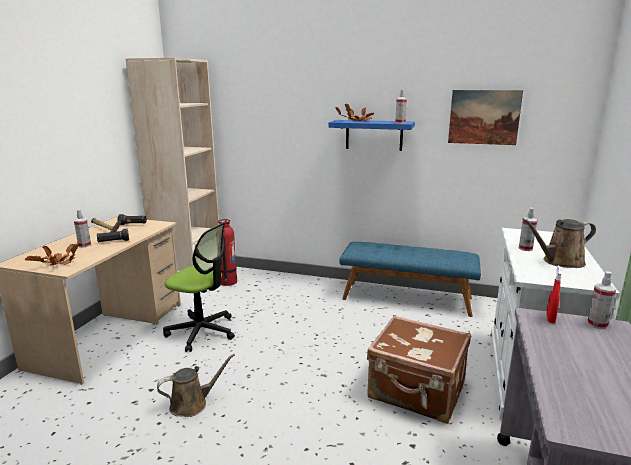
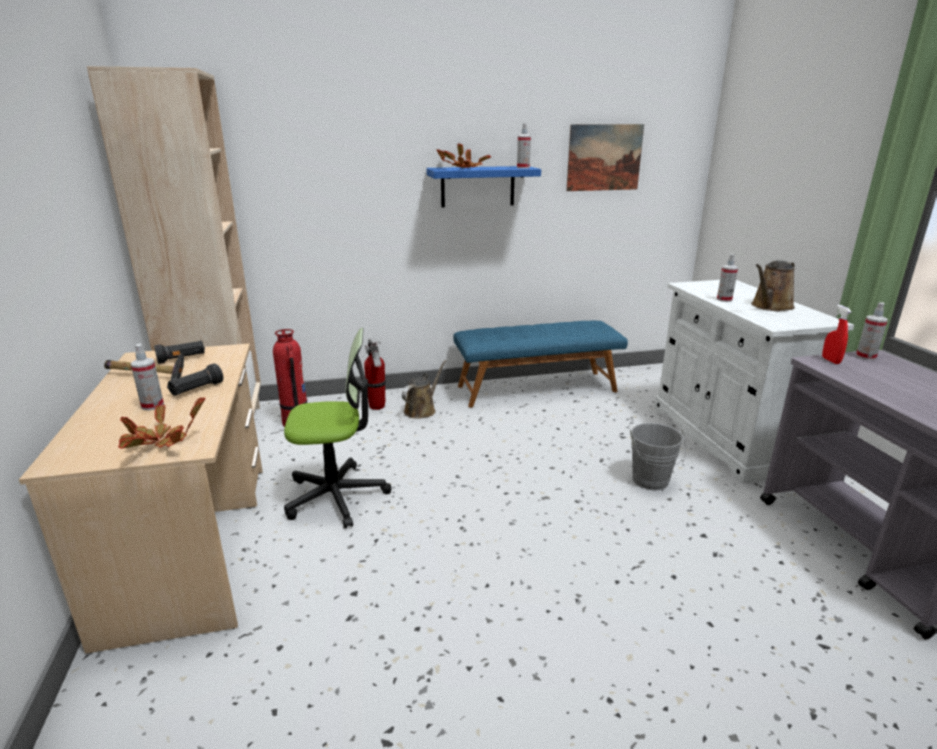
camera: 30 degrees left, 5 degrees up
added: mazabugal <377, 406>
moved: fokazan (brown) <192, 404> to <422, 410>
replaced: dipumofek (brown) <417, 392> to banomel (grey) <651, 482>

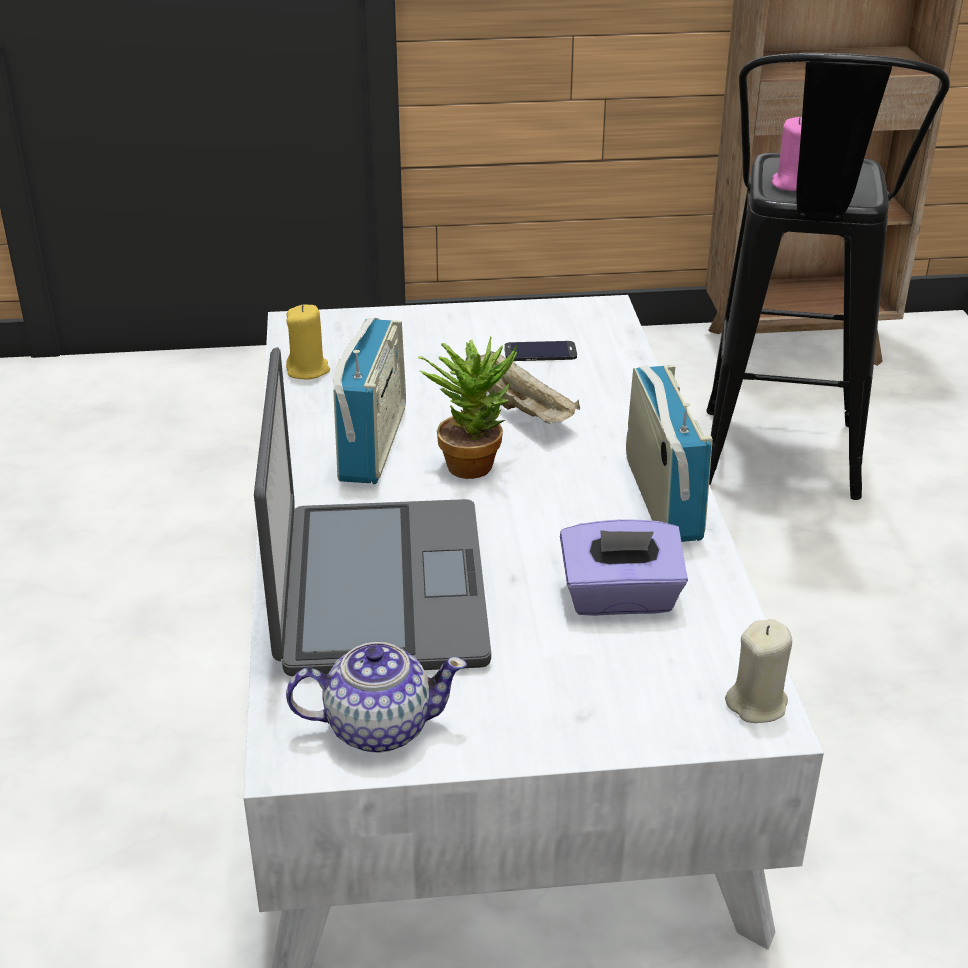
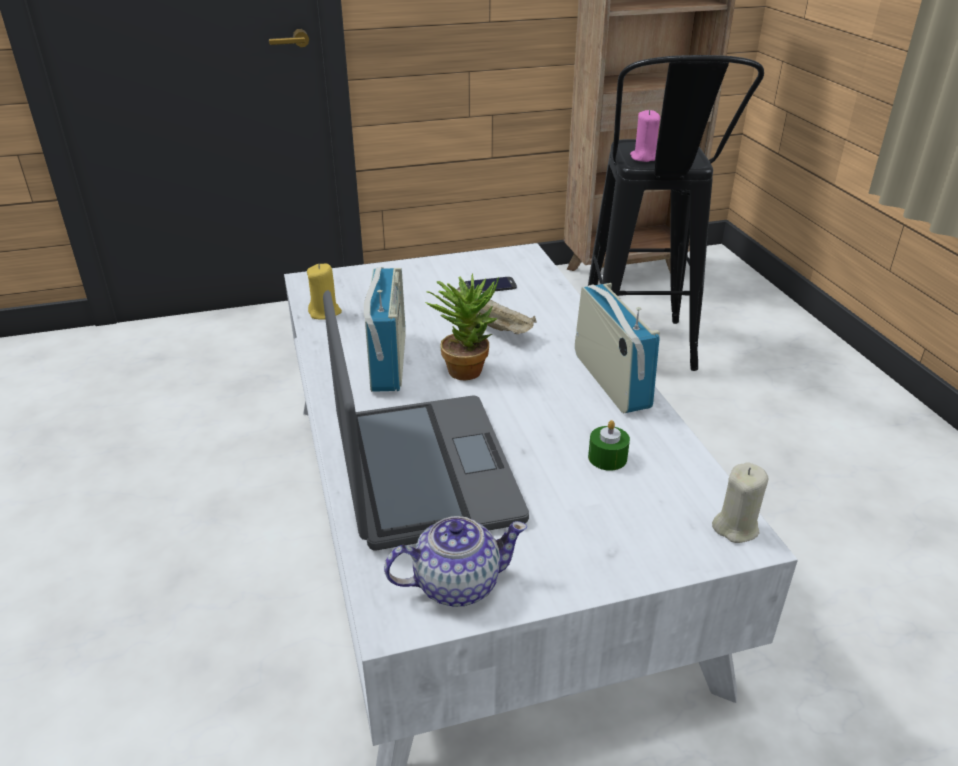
camera: 10 degrees left, 0 degrees up
replaced: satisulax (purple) <620, 598> to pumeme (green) <607, 458>

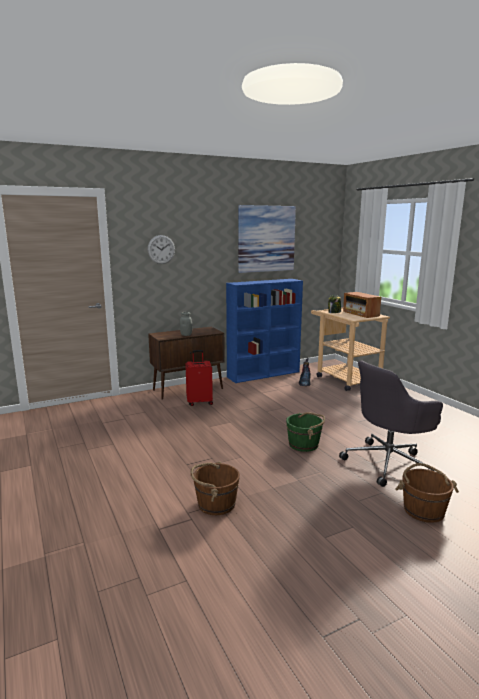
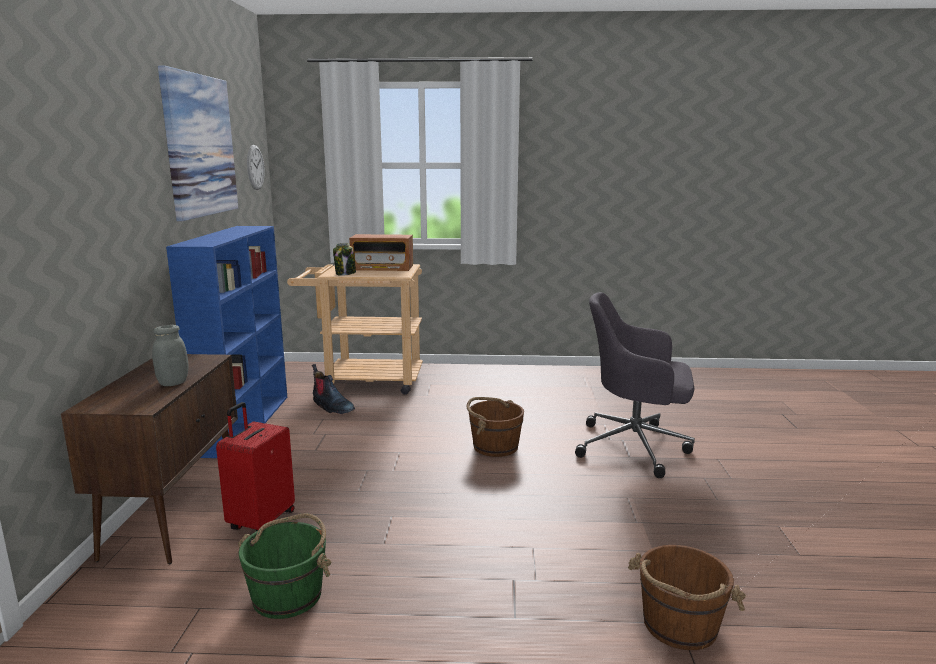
camera: 60 degrees left, 0 degrees up
moved: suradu <161, 249> to <255, 167>; banomel (green) <304, 444> to <288, 595>; banomel (brown) <423, 510> to <494, 446>
turned: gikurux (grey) <389, 463> = <635, 447> 105 degrees clockwise

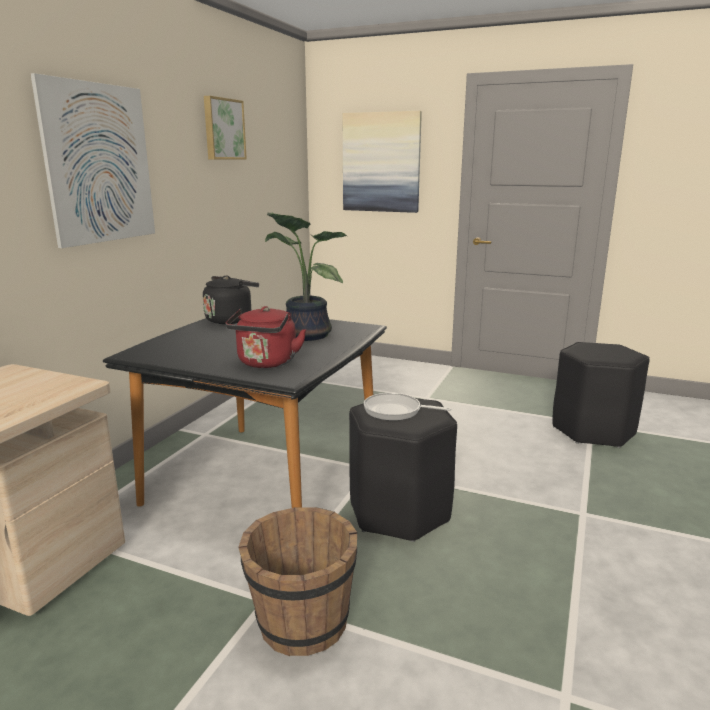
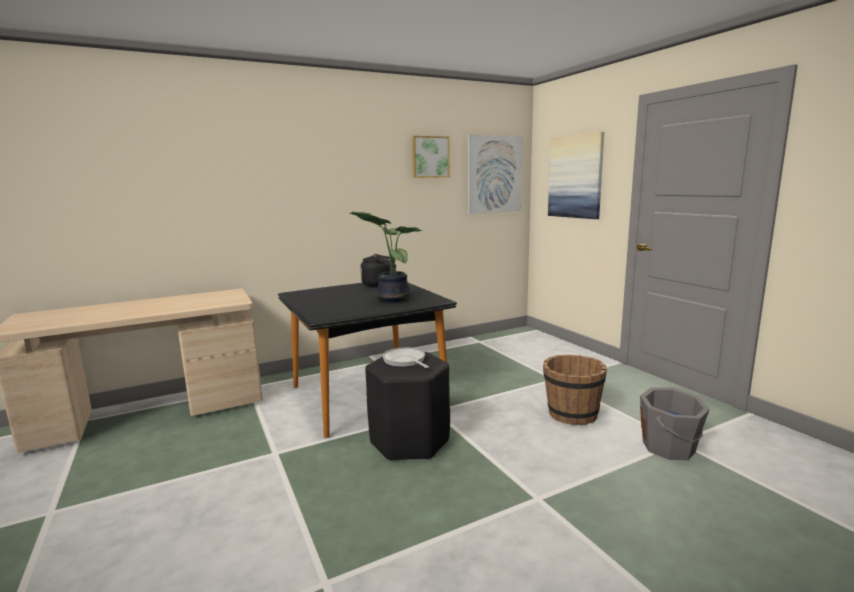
camera: 40 degrees right, 5 degrees down
removed: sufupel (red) <266, 363>
moved: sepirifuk <99, 164> to <494, 174>; banomel (brown) <301, 623> to <571, 414>
replaced: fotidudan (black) <593, 430> to banomel (grey) <670, 447>

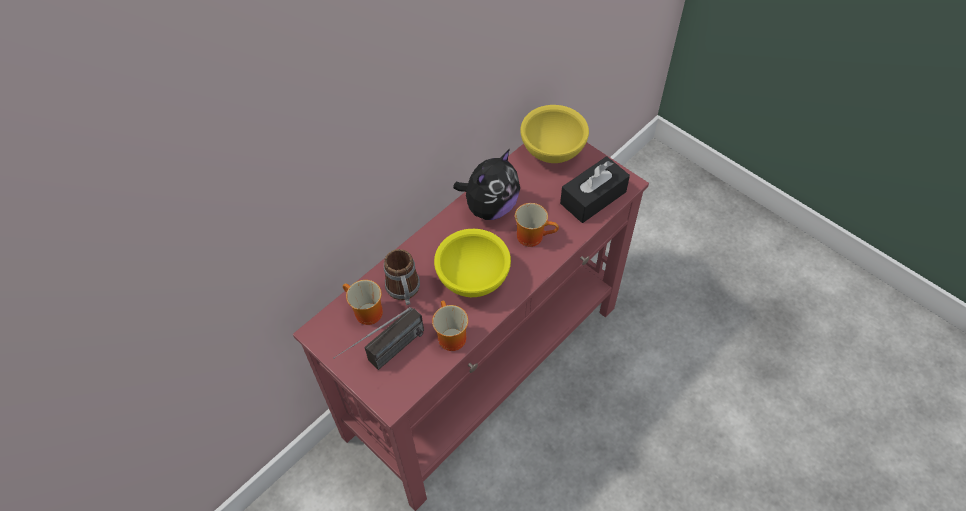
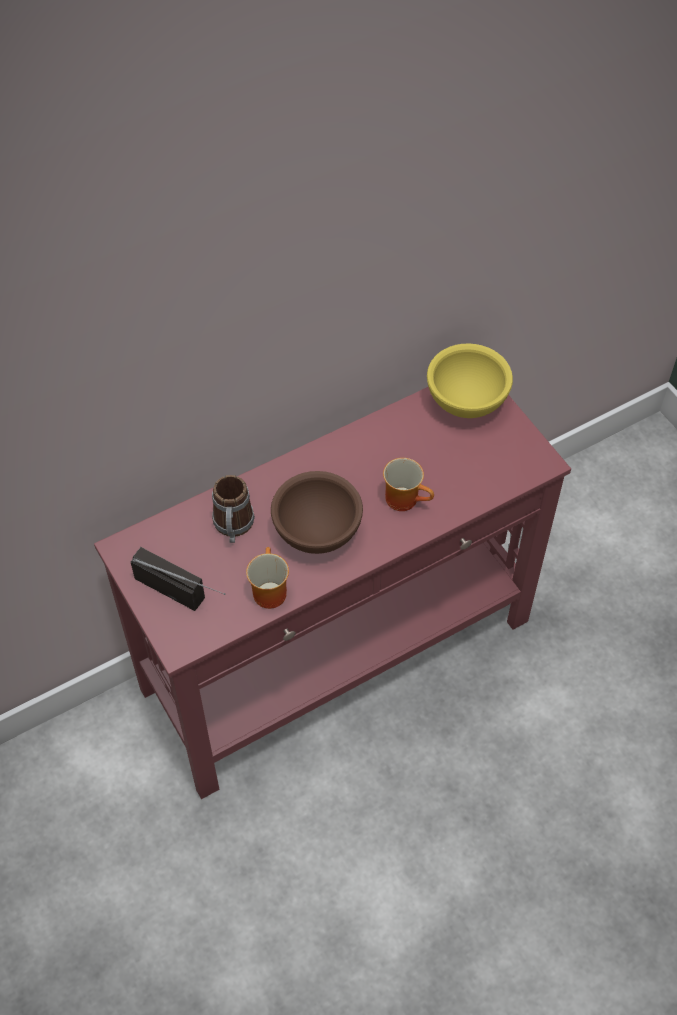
camera: 15 degrees right, 0 degrees up
removed: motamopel <364, 313>; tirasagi <490, 207>; satisulax (black) <593, 197>
recoloured: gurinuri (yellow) <473, 278> to gurinuri (brown) <318, 531>
turned: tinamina <385, 357> = <187, 595> 120 degrees counterclockwise

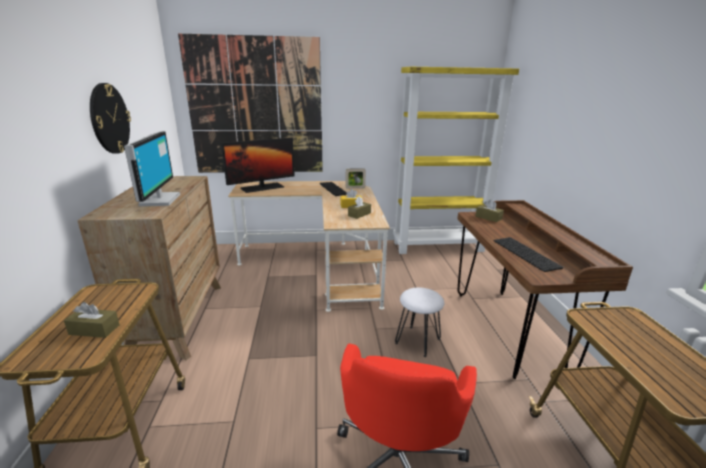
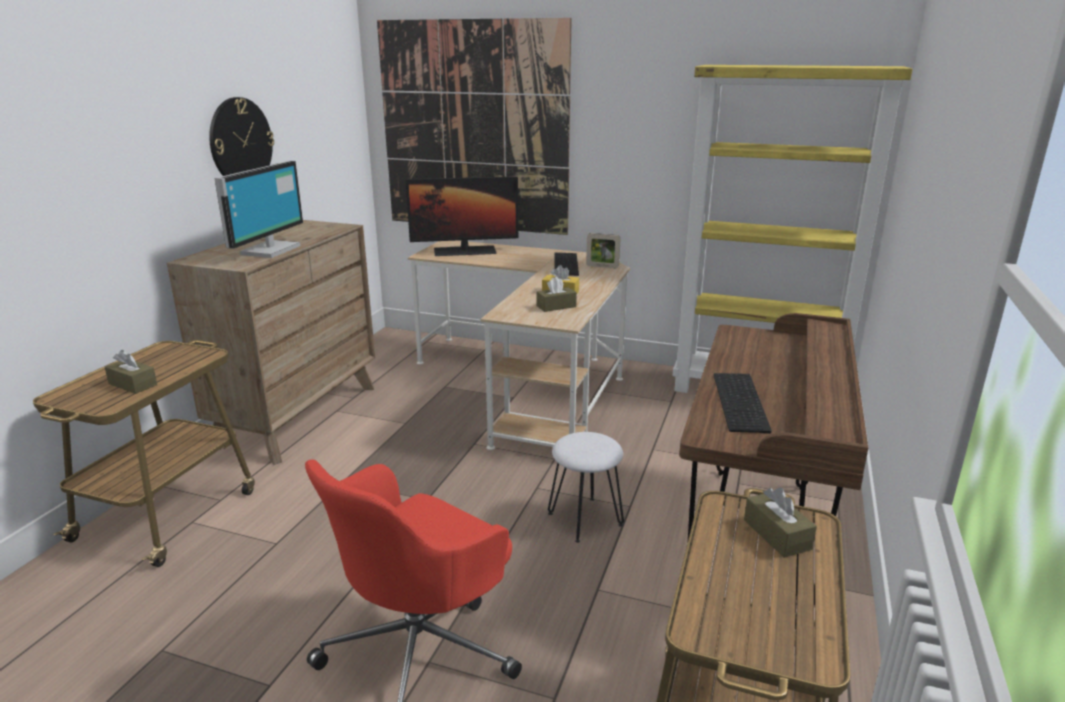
camera: 25 degrees right, 0 degrees up
moved: satisulax (brown) <488, 218> to <777, 534>

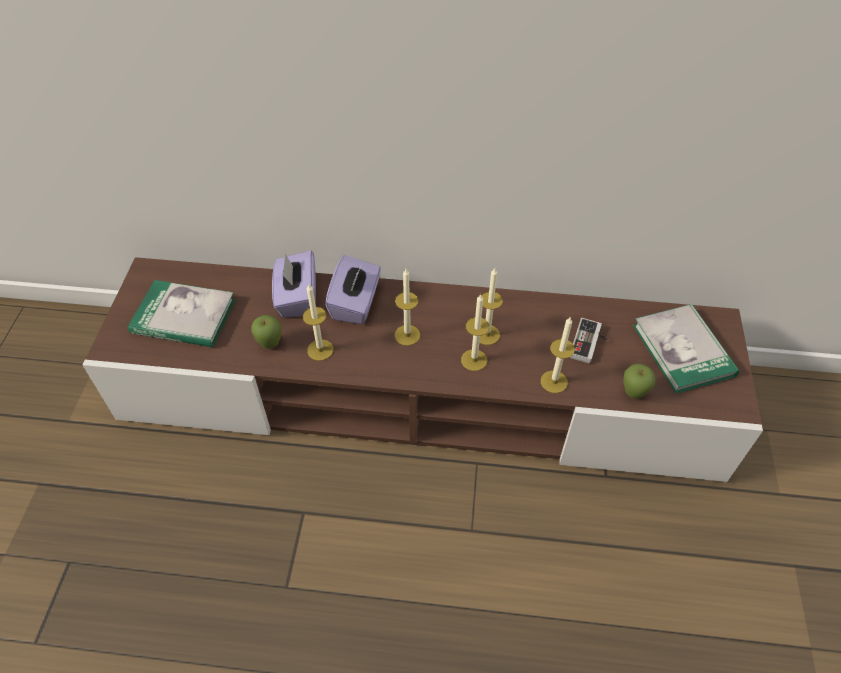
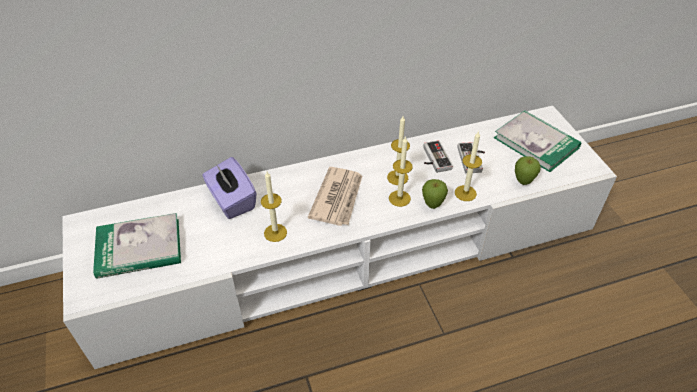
camera: 25 degrees left, 5 degrees down
removed: satisulax (purple) <356, 304>
added: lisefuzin <433, 159>
moved: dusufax <270, 345> to <432, 205>
replaced: pumeme <407, 335> to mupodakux <338, 198>
recoloured: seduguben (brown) <422, 395> to seduguben (white) <349, 251>

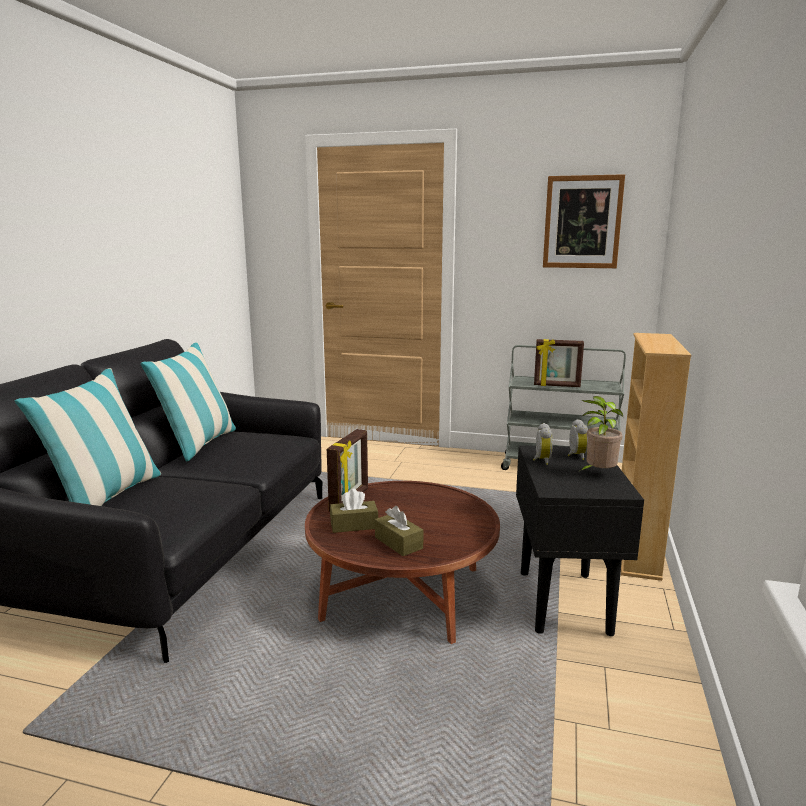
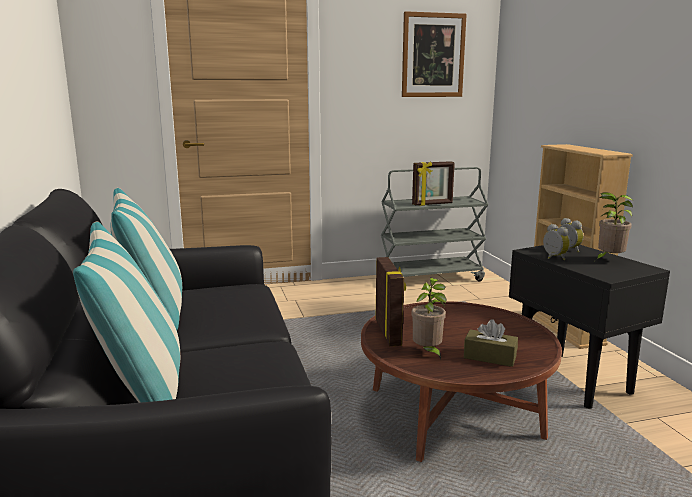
camera: 30 degrees left, 0 degrees up
replaced: satisulax (brown) <354, 525> to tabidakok <428, 353>

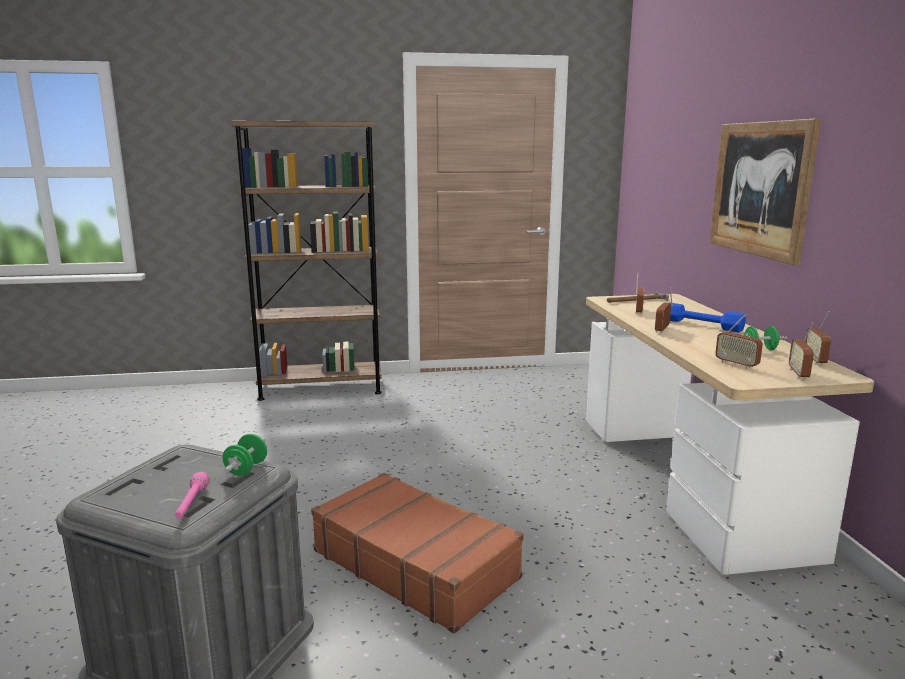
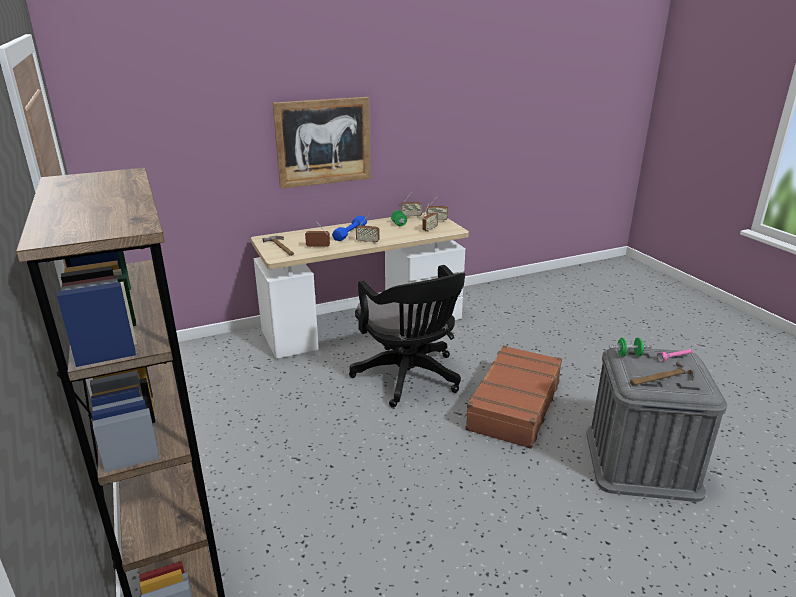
camera: 105 degrees left, 10 degrees up
added: gikurux (black) <409, 378>; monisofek <661, 378>

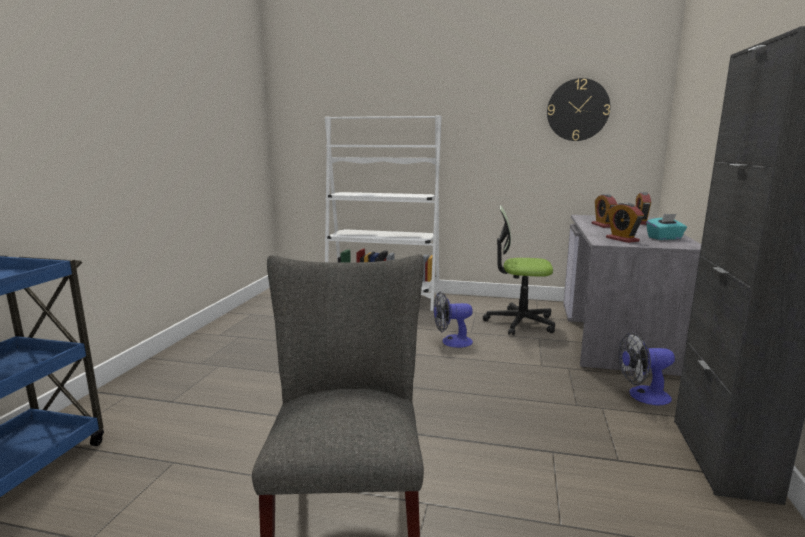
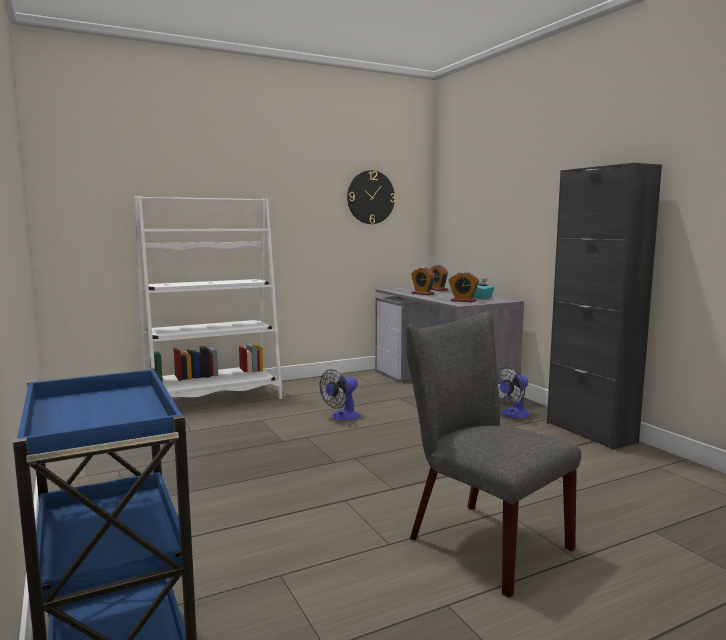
camera: 40 degrees left, 5 degrees down
removed: gikurux <520, 322>

